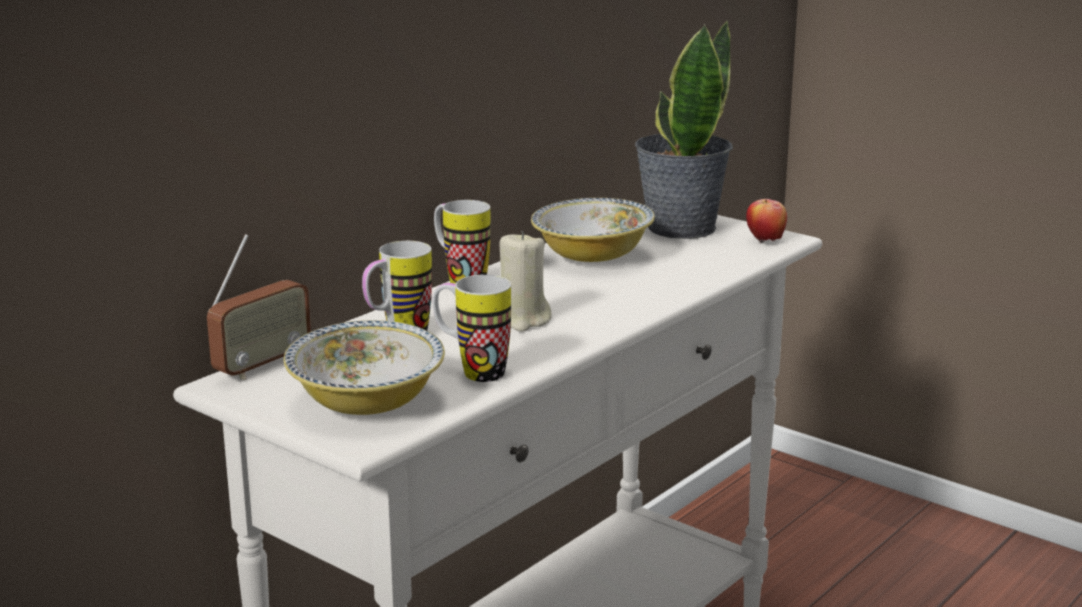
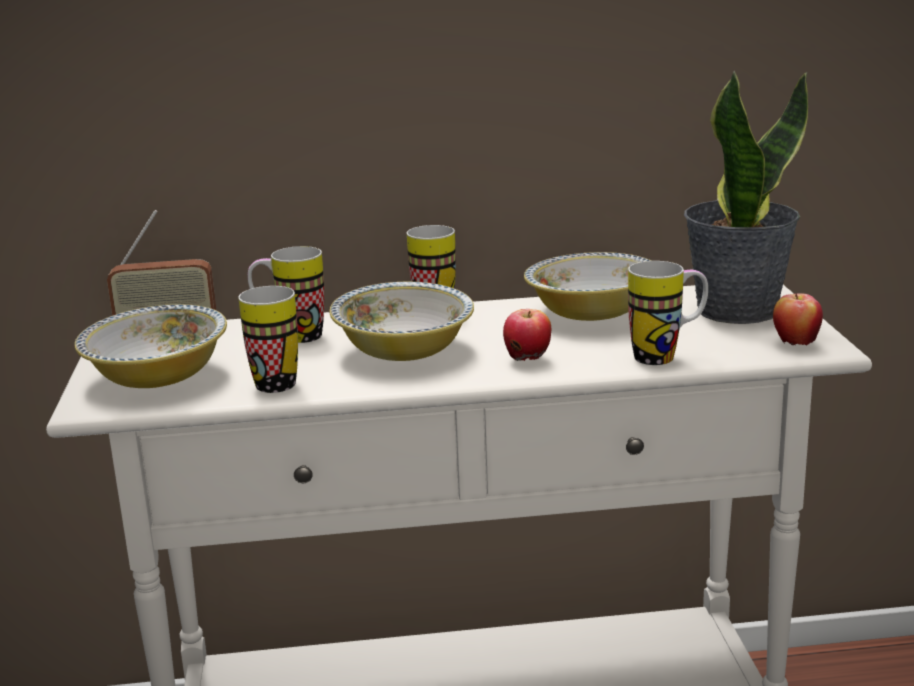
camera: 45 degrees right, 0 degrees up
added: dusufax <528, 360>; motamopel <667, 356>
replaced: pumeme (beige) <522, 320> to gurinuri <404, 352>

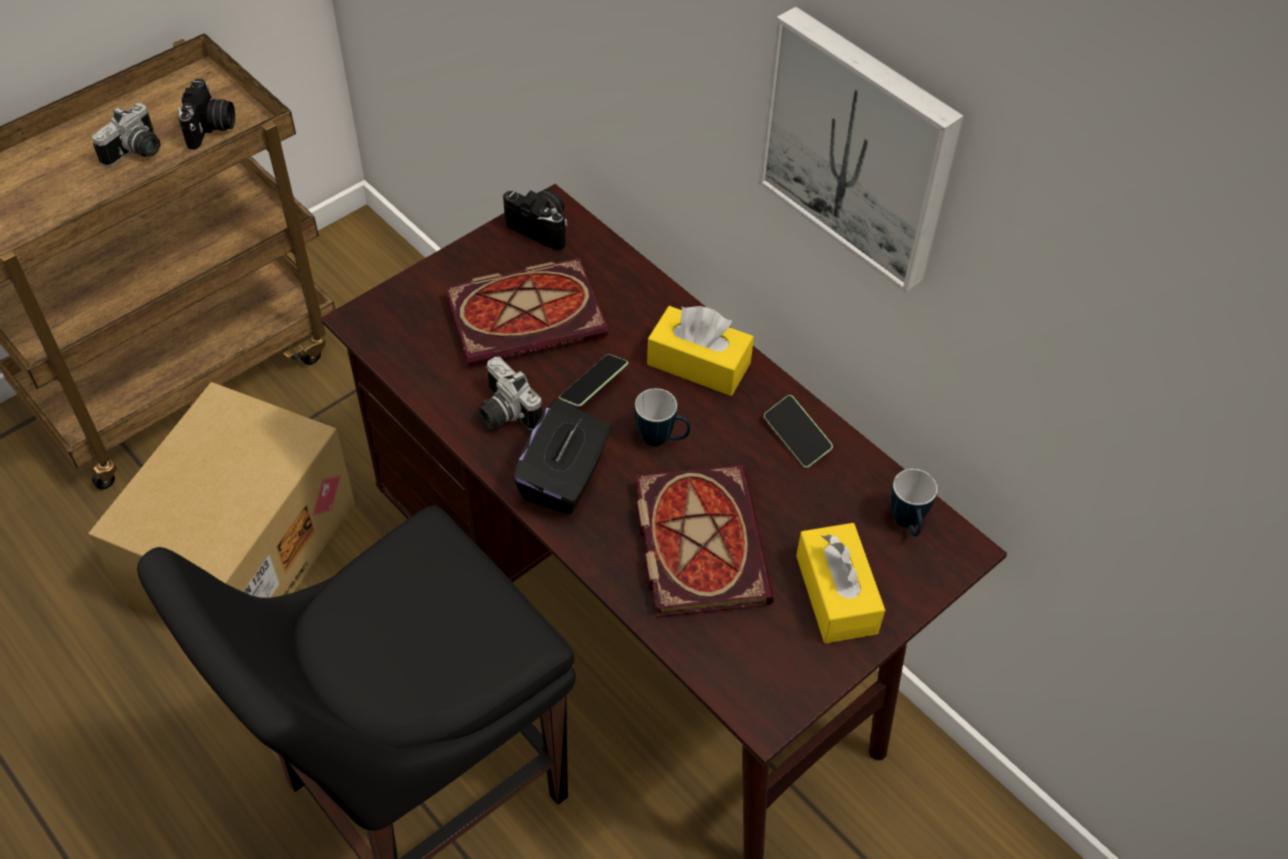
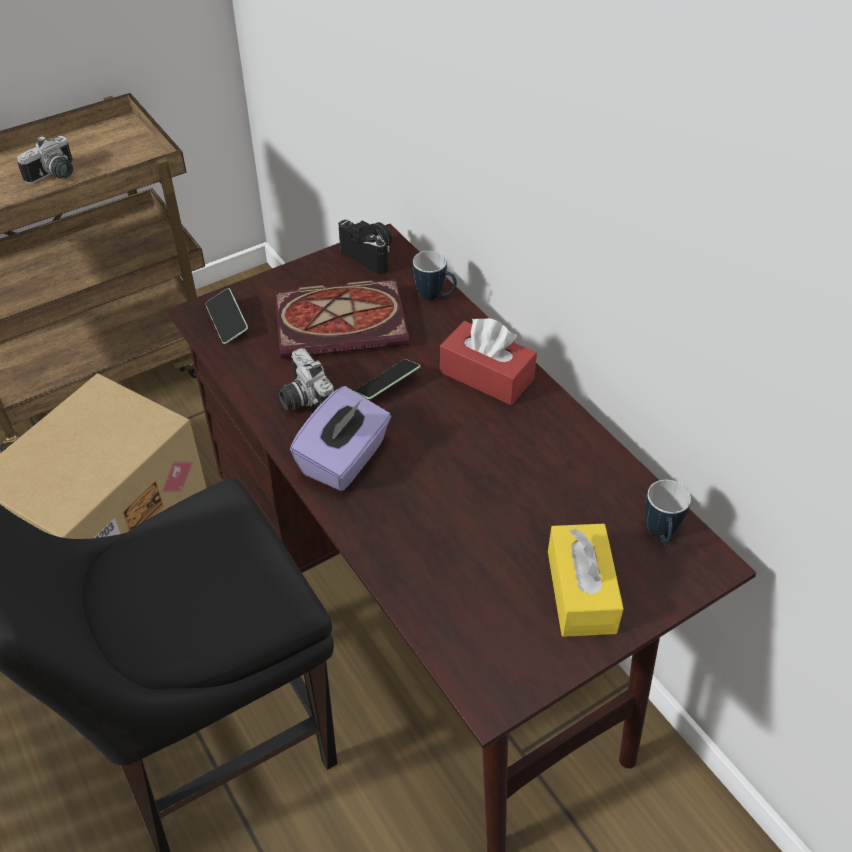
camera: 10 degrees right, 5 degrees down
removed: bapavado <211, 128>; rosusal <696, 540>; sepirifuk <861, 146>
moved: motamopel <662, 440> to <435, 297>; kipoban <796, 438> to <227, 323>
recoloured: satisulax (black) <564, 478> to satisulax (purple) <344, 460>; satisulax (yellow) <699, 363> to satisulax (red) <486, 375>

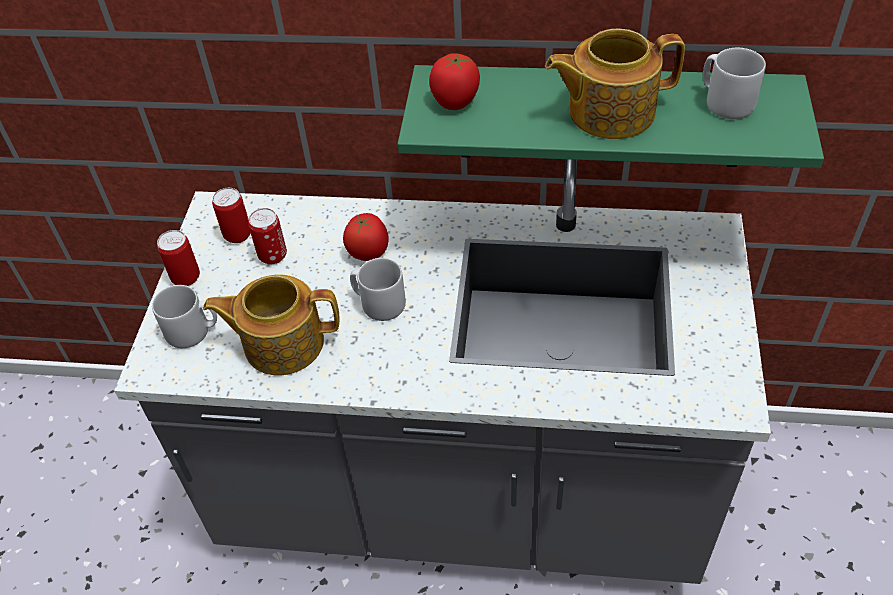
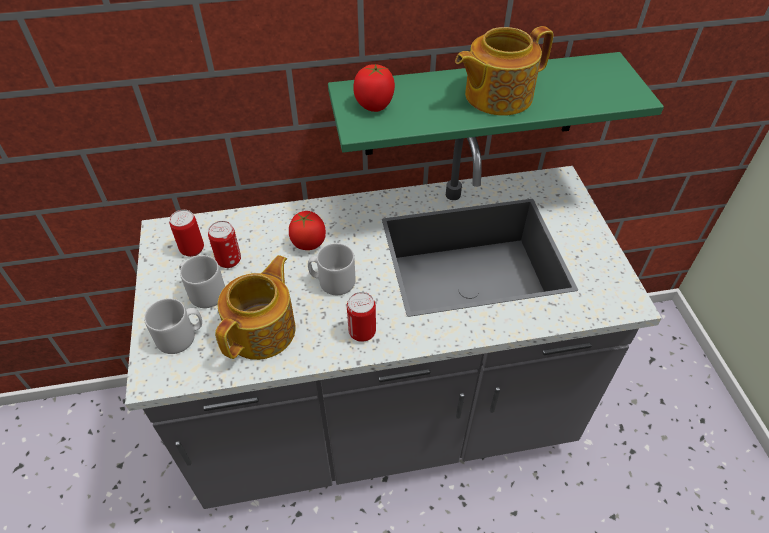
camera: 20 degrees left, 0 degrees up
moved: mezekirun <186, 277> to <362, 332>; motamopel (grey) <725, 102> to <204, 292>
turned: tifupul <282, 342> = <263, 330> 135 degrees clockwise

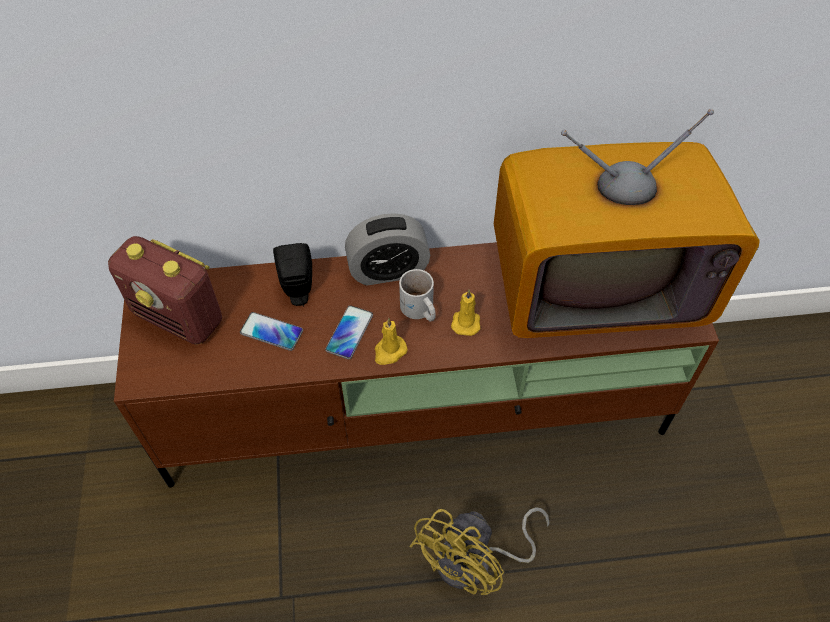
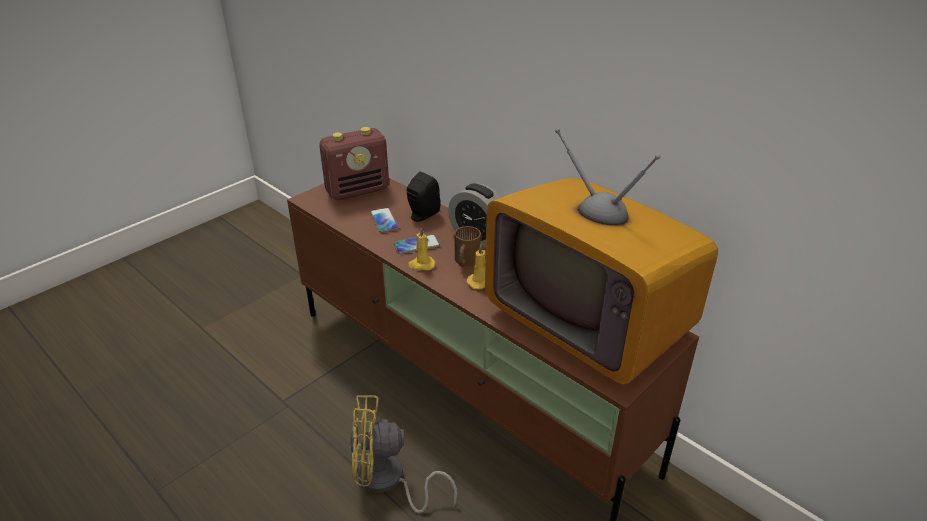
camera: 50 degrees right, 20 degrees down
recoloured: motamopel (white) <419, 310> to motamopel (brown) <464, 261>
turned: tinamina <179, 317> = <358, 190> 105 degrees counterclockwise

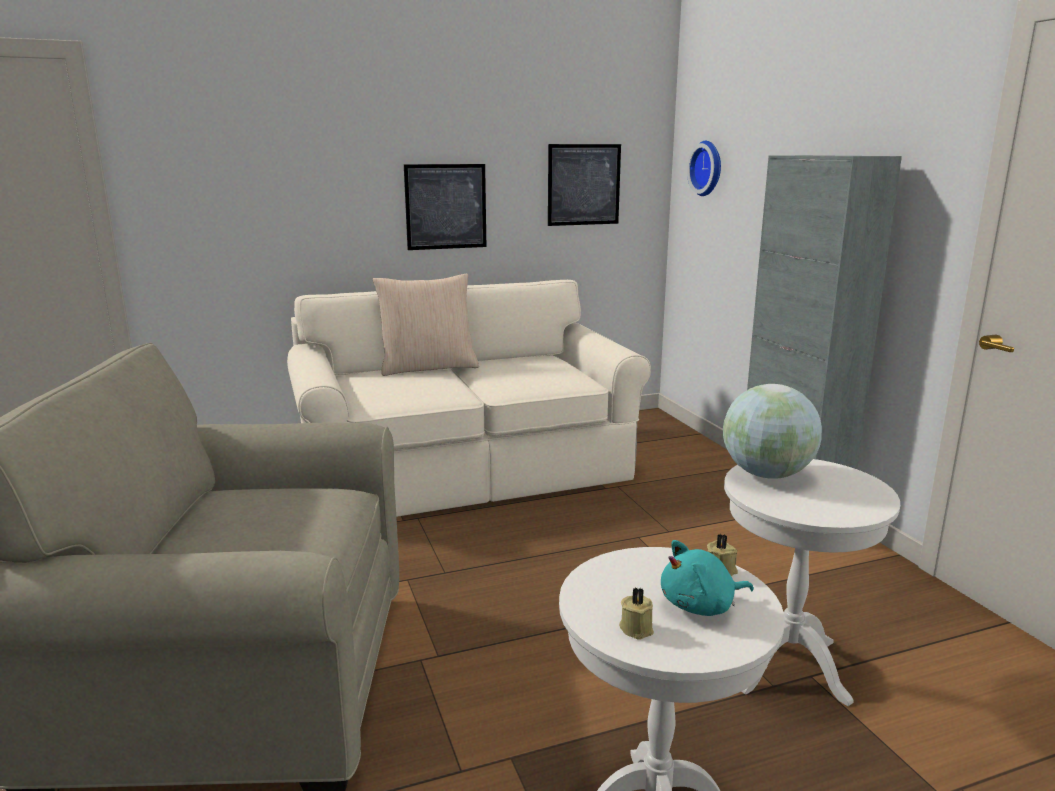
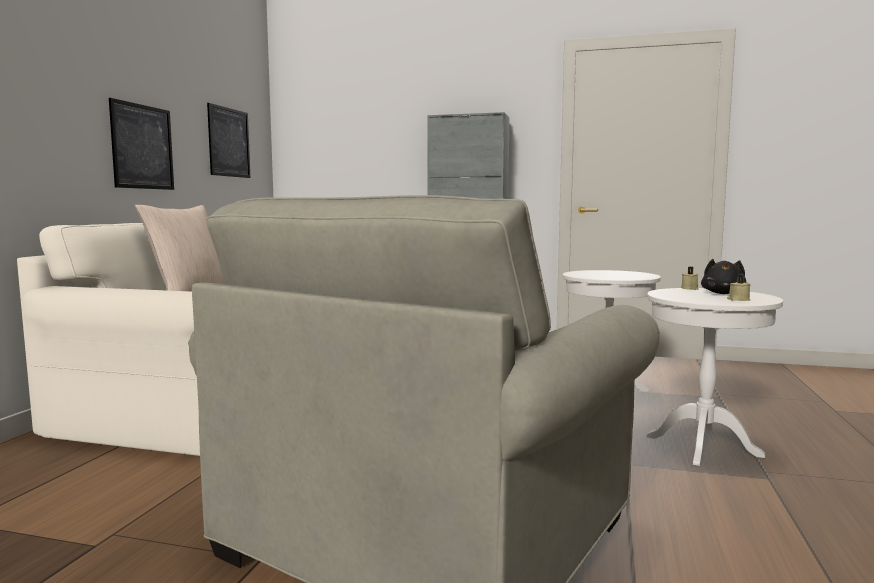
camera: 55 degrees left, 10 degrees down
removed: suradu <708, 168>; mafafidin <766, 474>
recoloured: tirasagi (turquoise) <701, 606> to tirasagi (black) <722, 293>

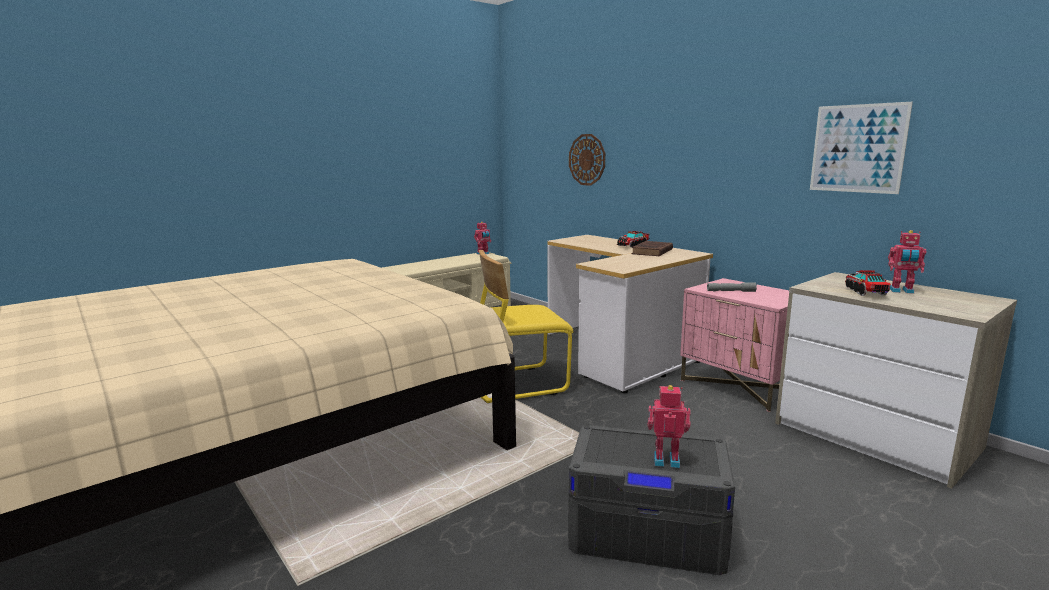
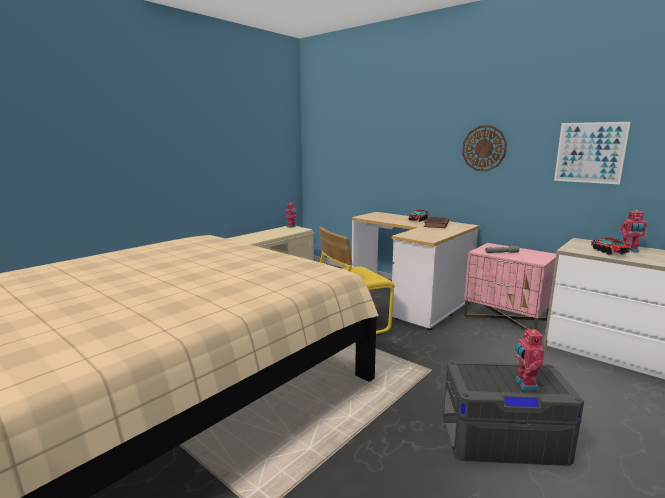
camera: 10 degrees left, 0 degrees up
moved: suradu <587, 159> to <484, 148>
turned: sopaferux <666, 459> = <525, 384> 90 degrees counterclockwise

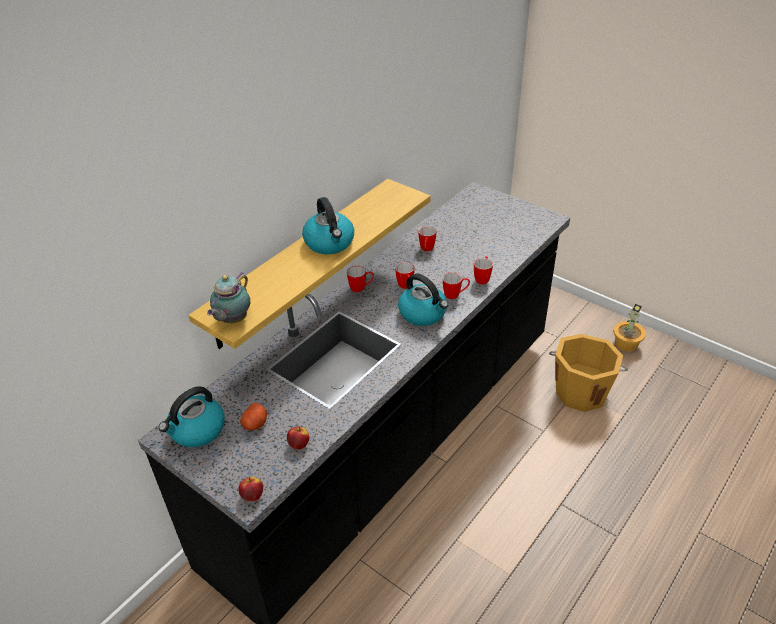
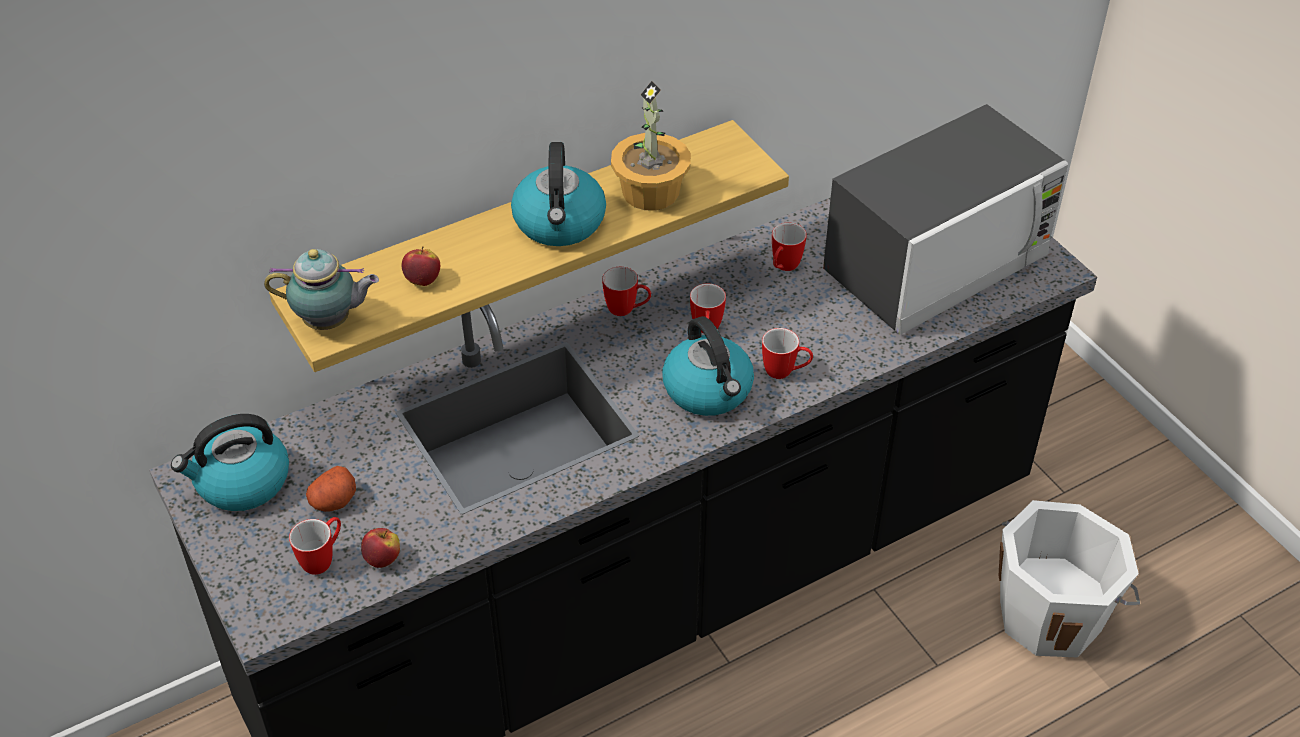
camera: 20 degrees right, 5 degrees up
added: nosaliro <936, 263>
moved: dusufax <252, 495> to <422, 280>; motamopel <482, 278> to <323, 559>; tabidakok <626, 343> to <651, 191>
recoloured: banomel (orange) <581, 392> to banomel (white) <1051, 615>
turned: tifupul <232, 320> = <330, 322> 135 degrees counterclockwise

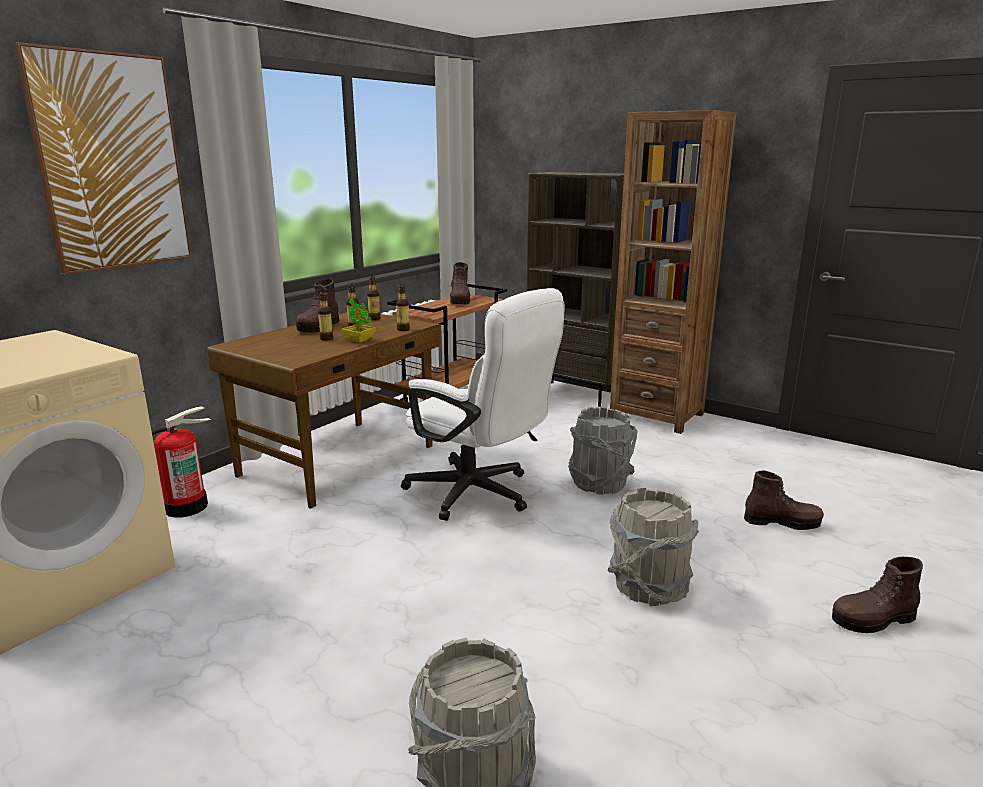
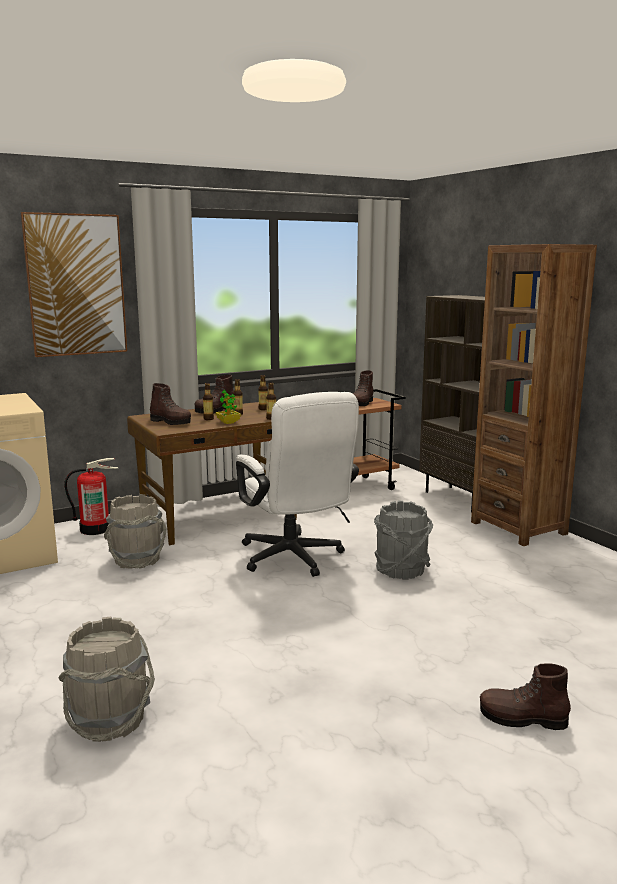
camera: 25 degrees right, 5 degrees down
moved: banomel (grey) <649, 586> to <137, 560>; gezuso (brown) <782, 522> to <171, 422>

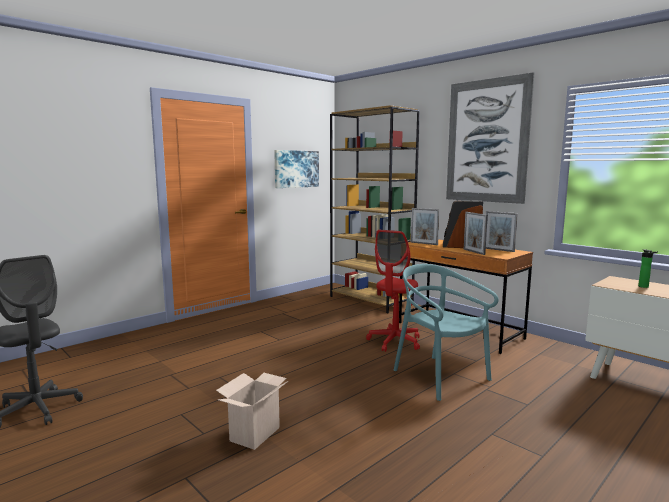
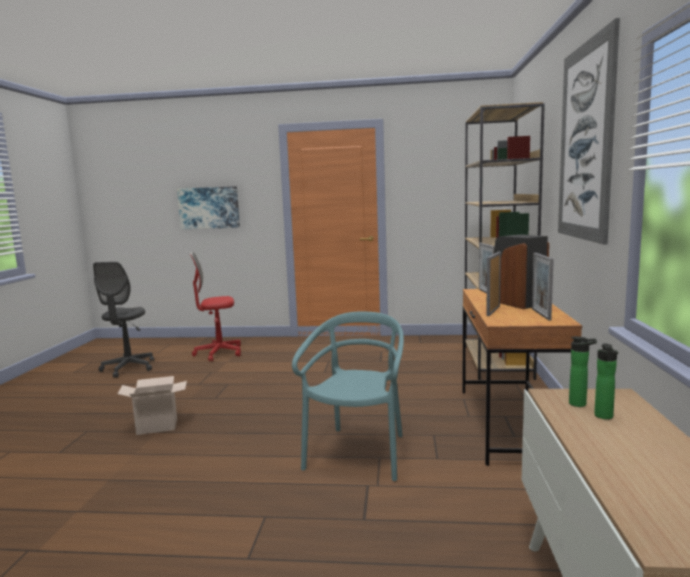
camera: 50 degrees right, 0 degrees up
added: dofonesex <580, 404>
moved: sepirifuk <296, 169> to <209, 208>; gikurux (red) <394, 342> to <219, 353>

